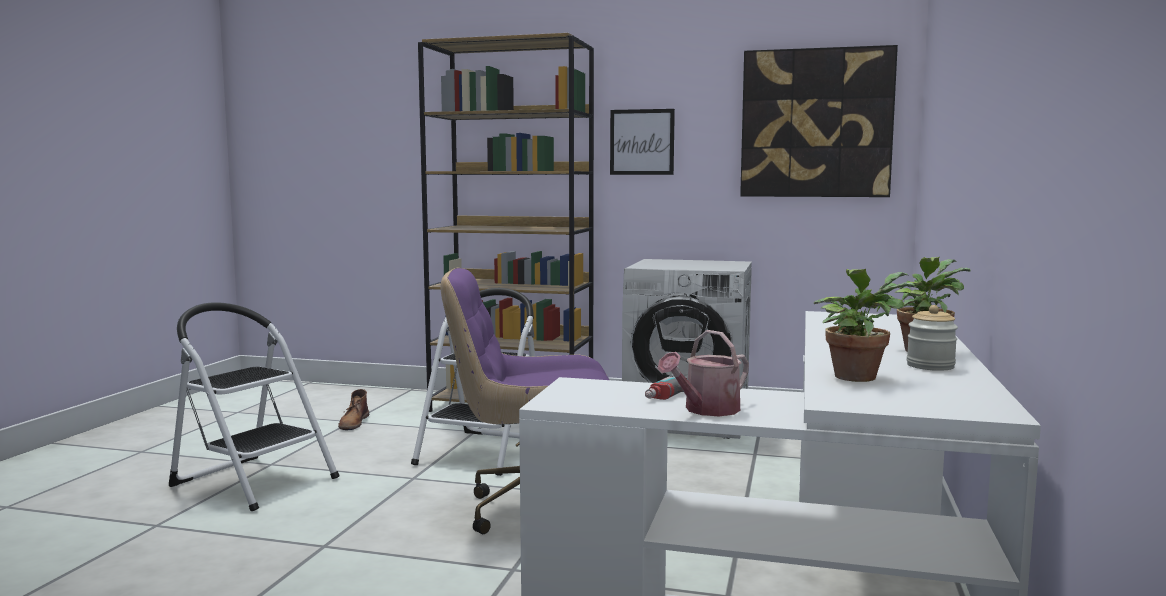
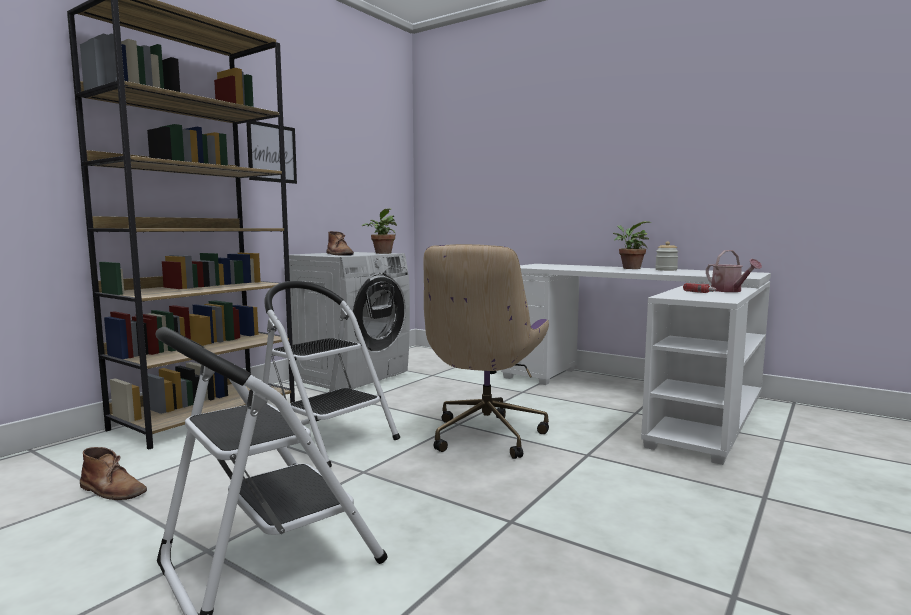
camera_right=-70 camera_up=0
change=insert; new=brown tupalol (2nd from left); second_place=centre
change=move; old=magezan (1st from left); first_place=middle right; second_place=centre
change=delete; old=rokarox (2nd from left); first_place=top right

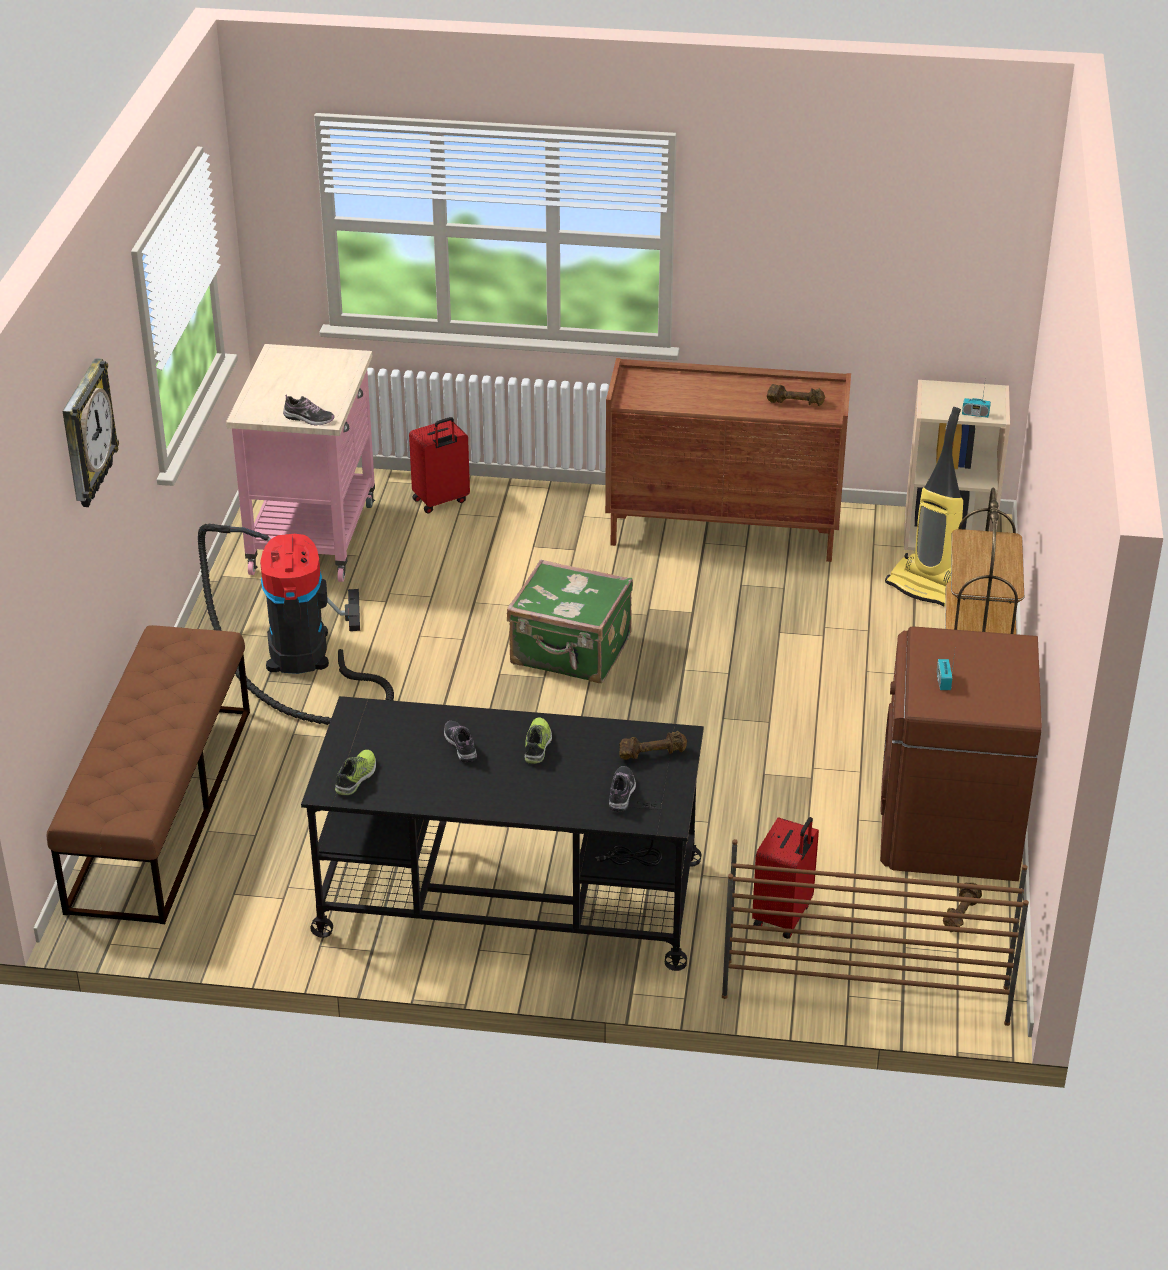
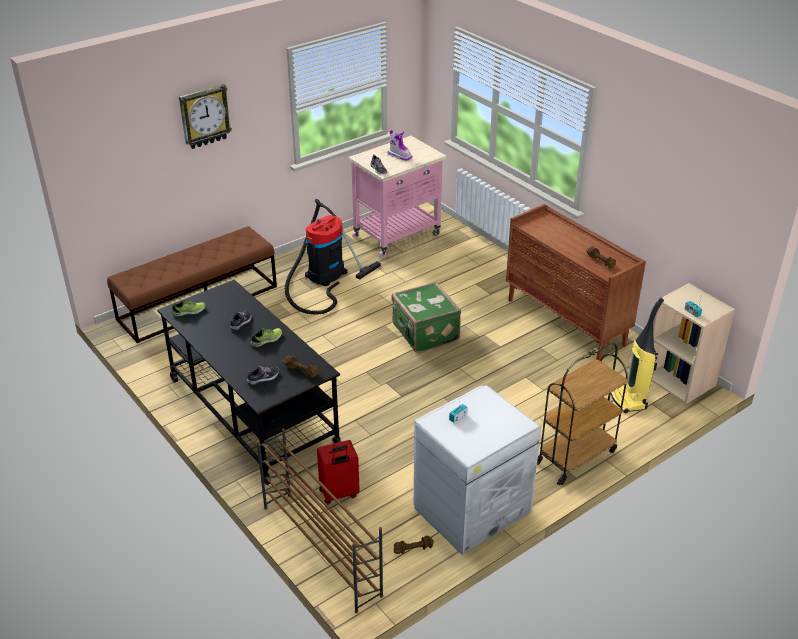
camera_right=45 camera_up=0
change=insert; new=tupalol; second_place=top centre
change=recolor; old=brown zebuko; new=white zebuko; first_place=middle right; second_place=bottom centre
change=delete; old=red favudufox (1st from left); first_place=centre

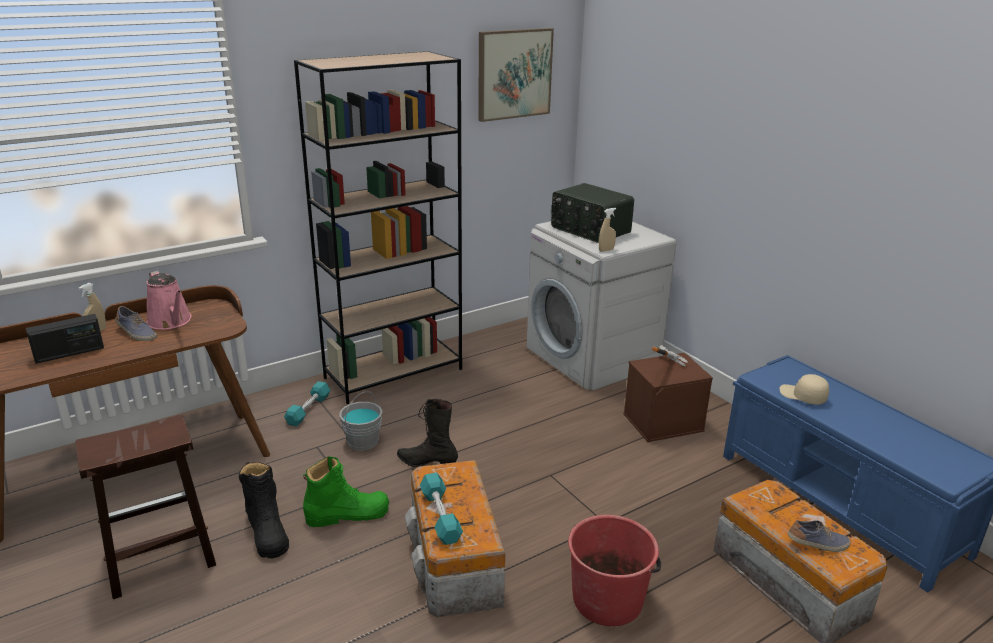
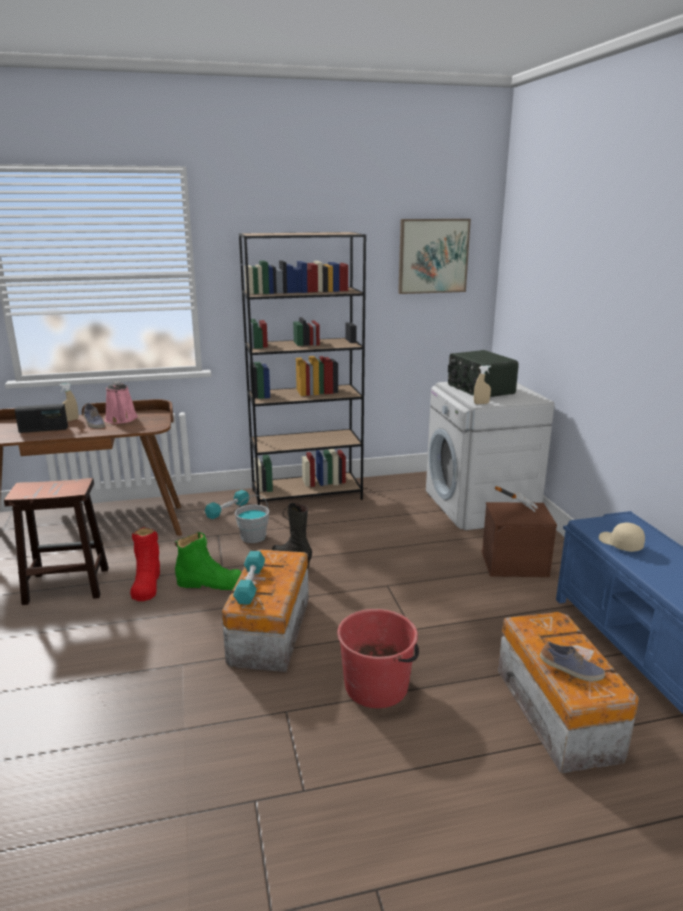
camera_right=20 camera_up=-5
change=recolor; old=black tupalol (1st from left); new=red tupalol; first_place=bottom left; second_place=middle left

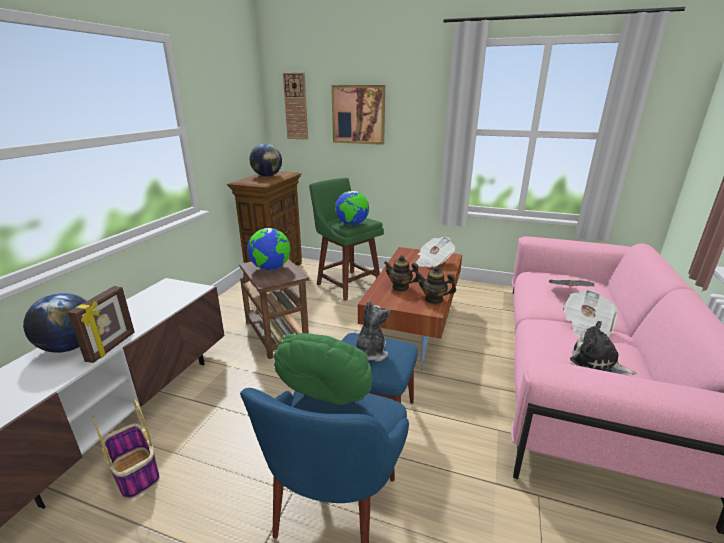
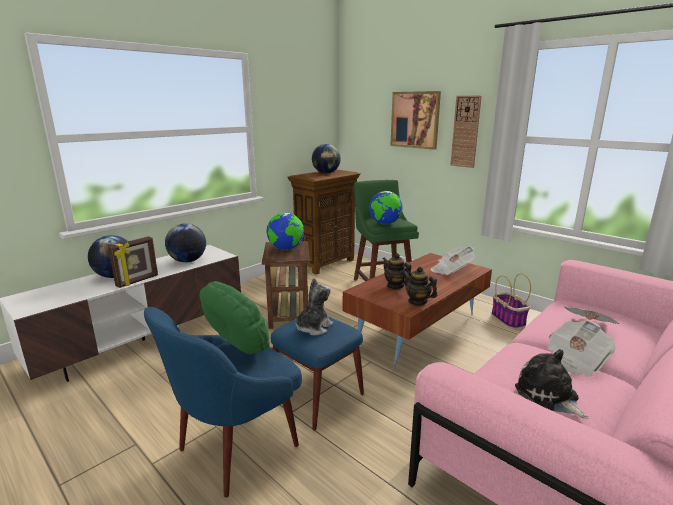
camera_right=25 camera_up=-5
change=insert; new=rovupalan (2nd from left); second_place=middle left
change=move; old=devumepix; first_place=top centre; second_place=top right
change=move; old=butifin; first_place=bottom left; second_place=middle right

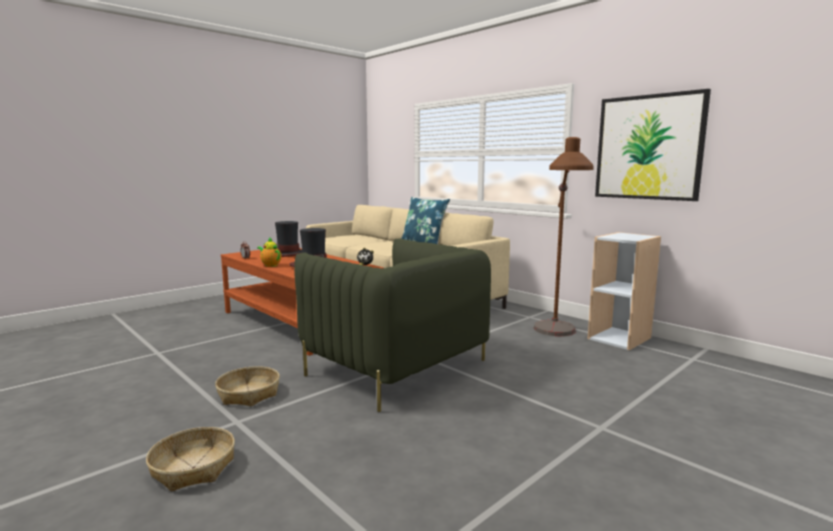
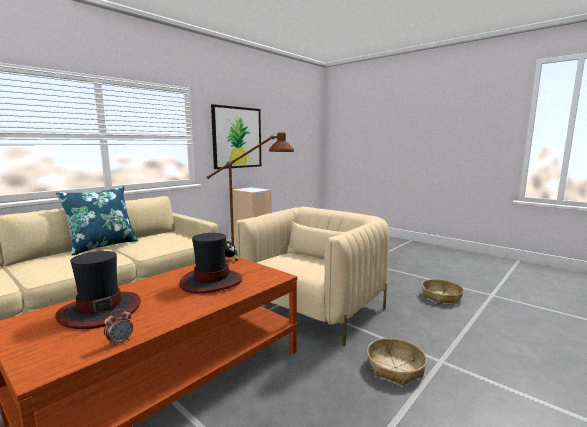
camera_right=-95 camera_up=0
change=recolor; old=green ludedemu; new=beige ludedemu; first_place=centre; second_place=centre
change=move; old=butifin (1st from left in the first image); new=butifin (2nd from left); first_place=bottom left; second_place=bottom right
change=delete; old=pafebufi; first_place=middle left

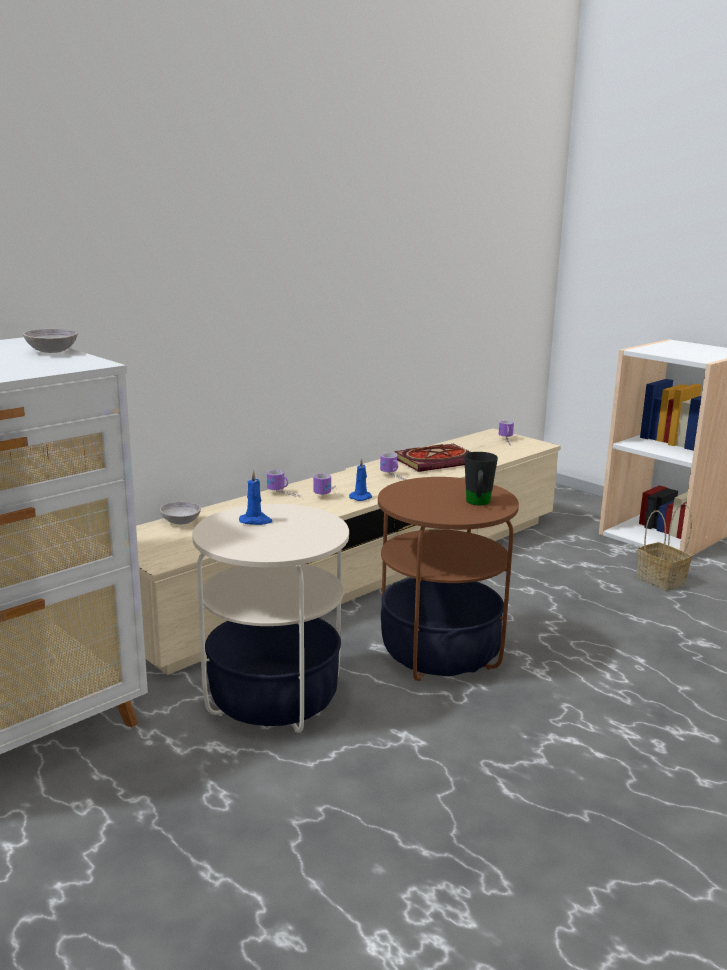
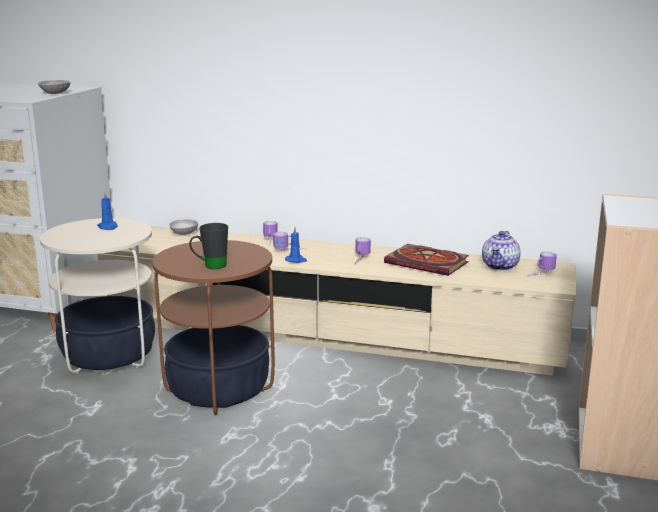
camera_right=60 camera_up=0
change=insert; new=pafebufi; second_place=middle right
change=delete; old=butifin; first_place=middle right

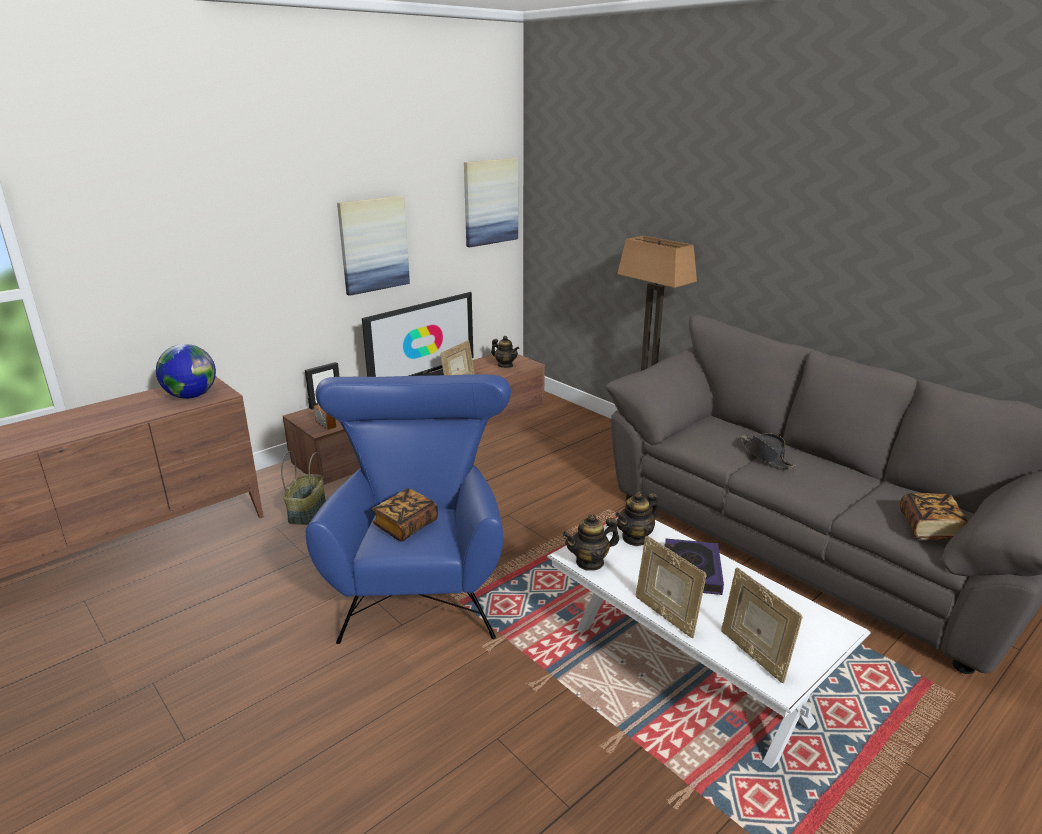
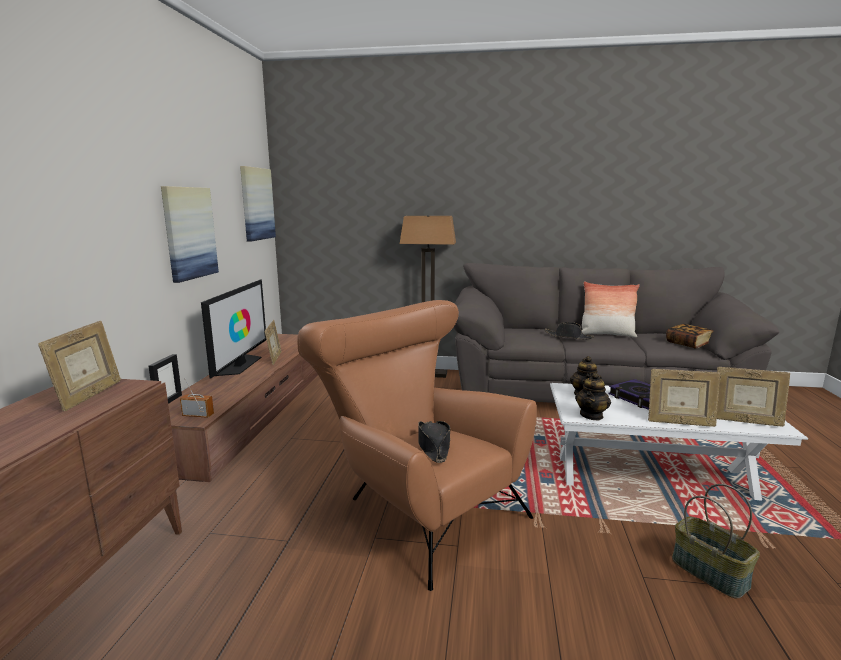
camera_right=-40 camera_up=-10
change=replace; old=rovupalan; new=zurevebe (1st from left); first_place=middle left; second_place=middle left
change=recolor; old=blue ludedemu; new=brown ludedemu; first_place=centre; second_place=bottom centre
change=replace; old=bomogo (1st from left); new=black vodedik (1st from left); first_place=centre; second_place=bottom centre
change=insert; new=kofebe; second_place=middle right
change=move; old=butifin; first_place=middle left; second_place=bottom right
change=delete; old=pafebufi (1st from left); first_place=centre

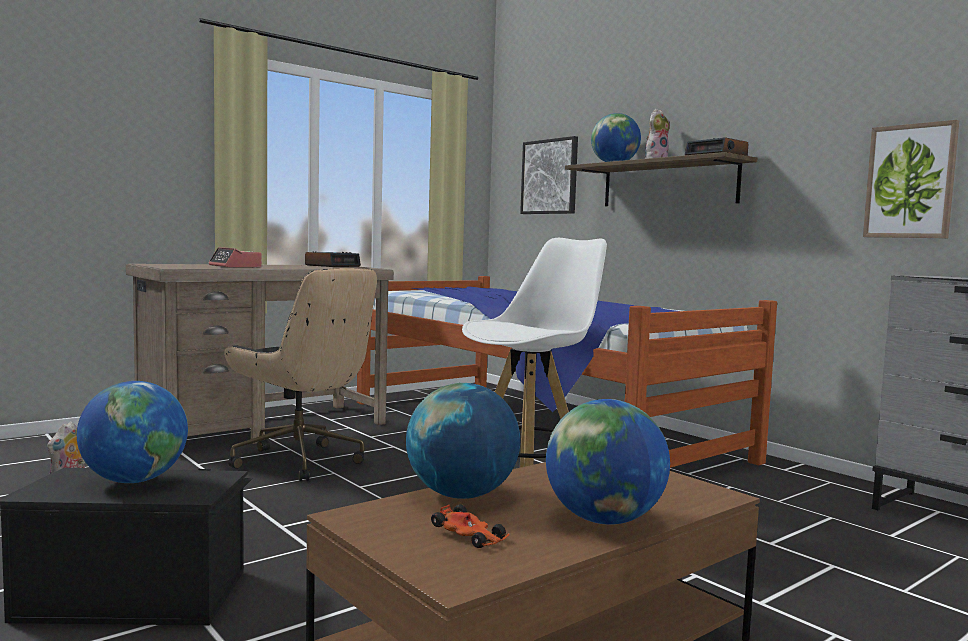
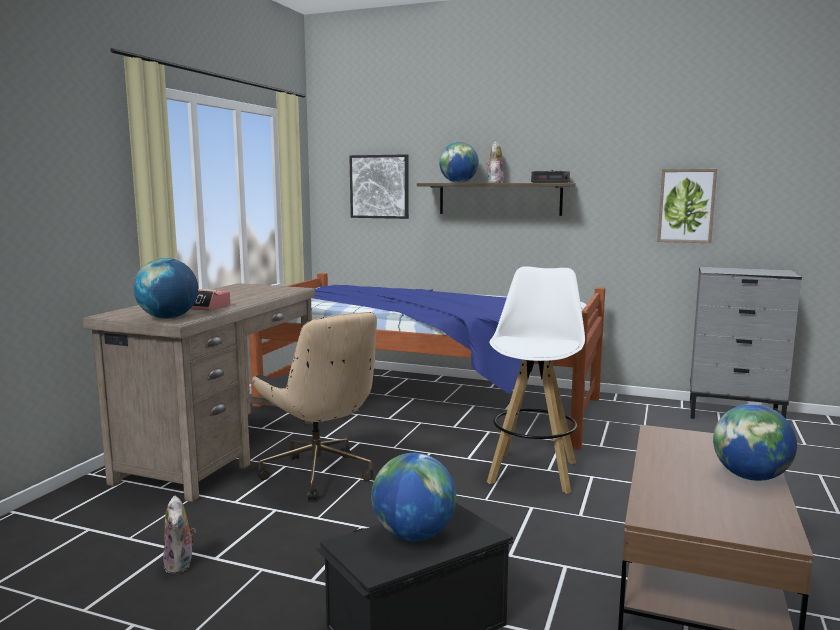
camera_right=-30 camera_up=5
change=move; old=rovupalan (2nd from left in the first image); new=rovupalan (1st from left); first_place=bottom centre; second_place=middle left
change=rotate; old=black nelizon; first_place=middle left; second_place=centre; degrees=45
change=delete; old=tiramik (2nd from left); first_place=centre
change=delete; old=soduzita; first_place=bottom centre

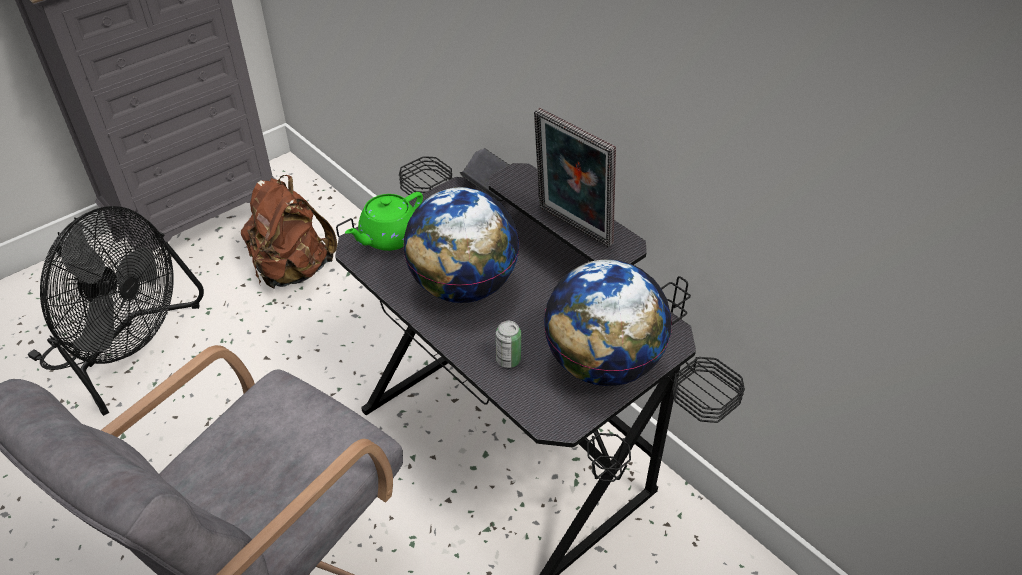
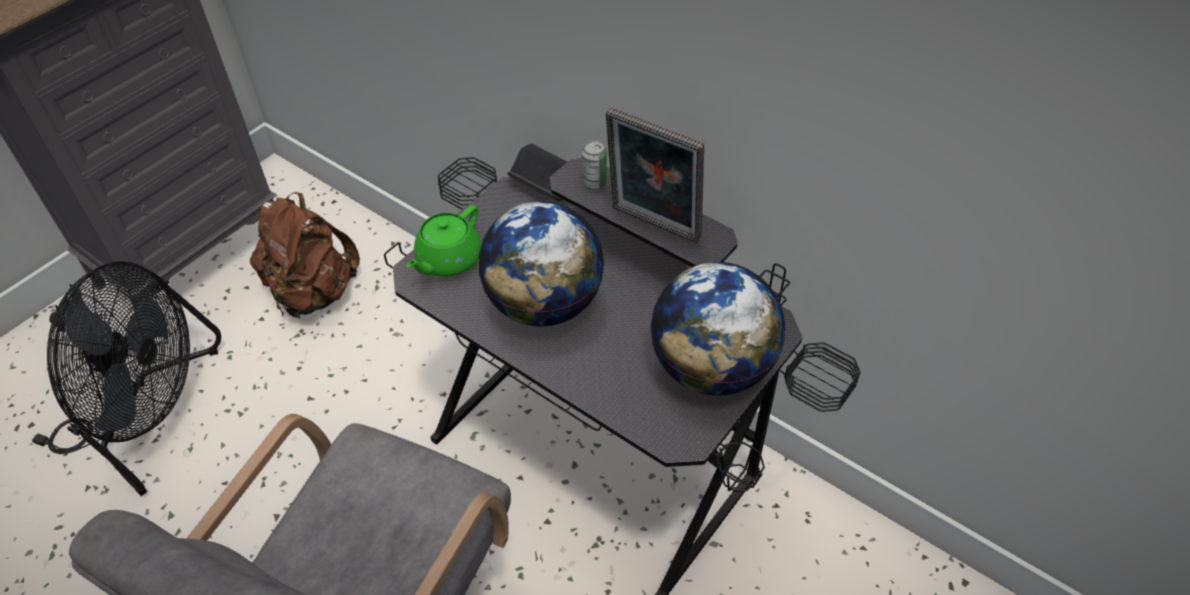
camera_right=-10 camera_up=5
change=move; old=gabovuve; first_place=centre; second_place=top centre

